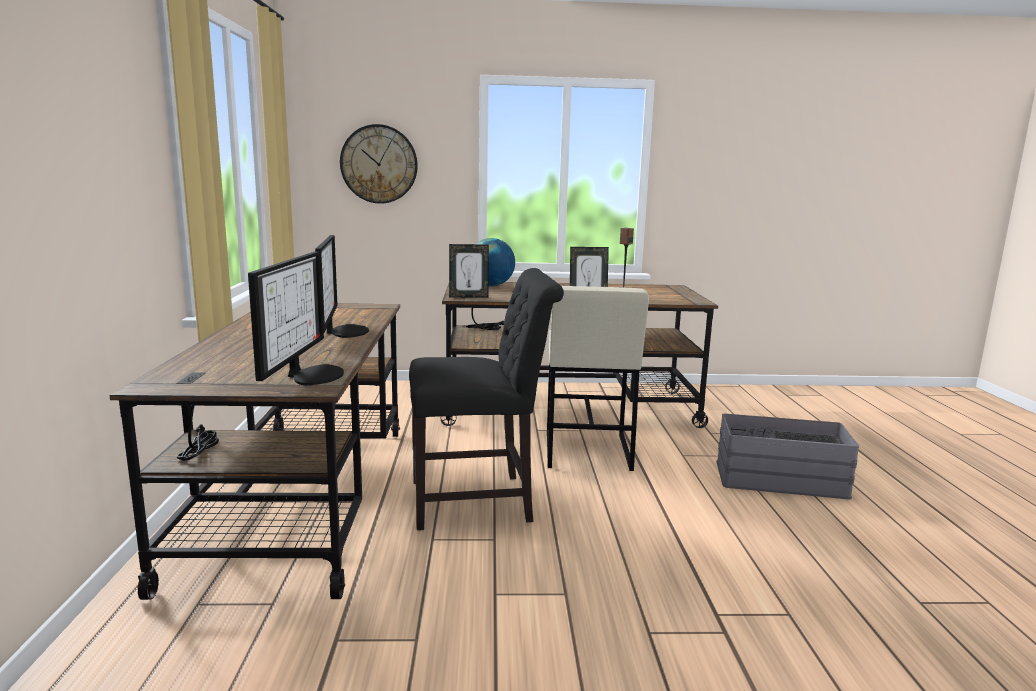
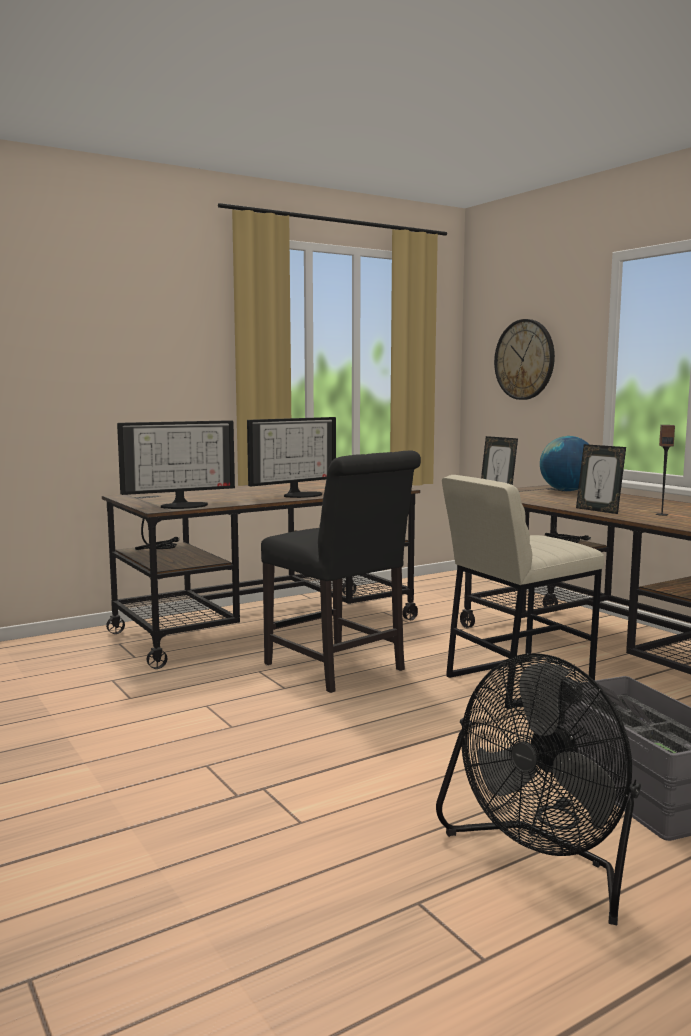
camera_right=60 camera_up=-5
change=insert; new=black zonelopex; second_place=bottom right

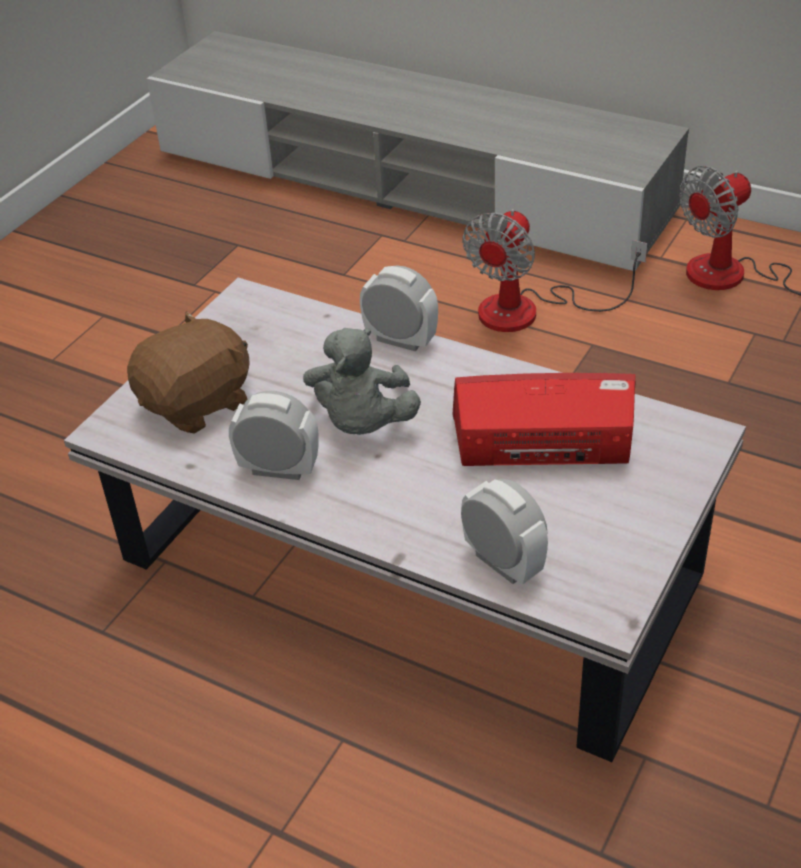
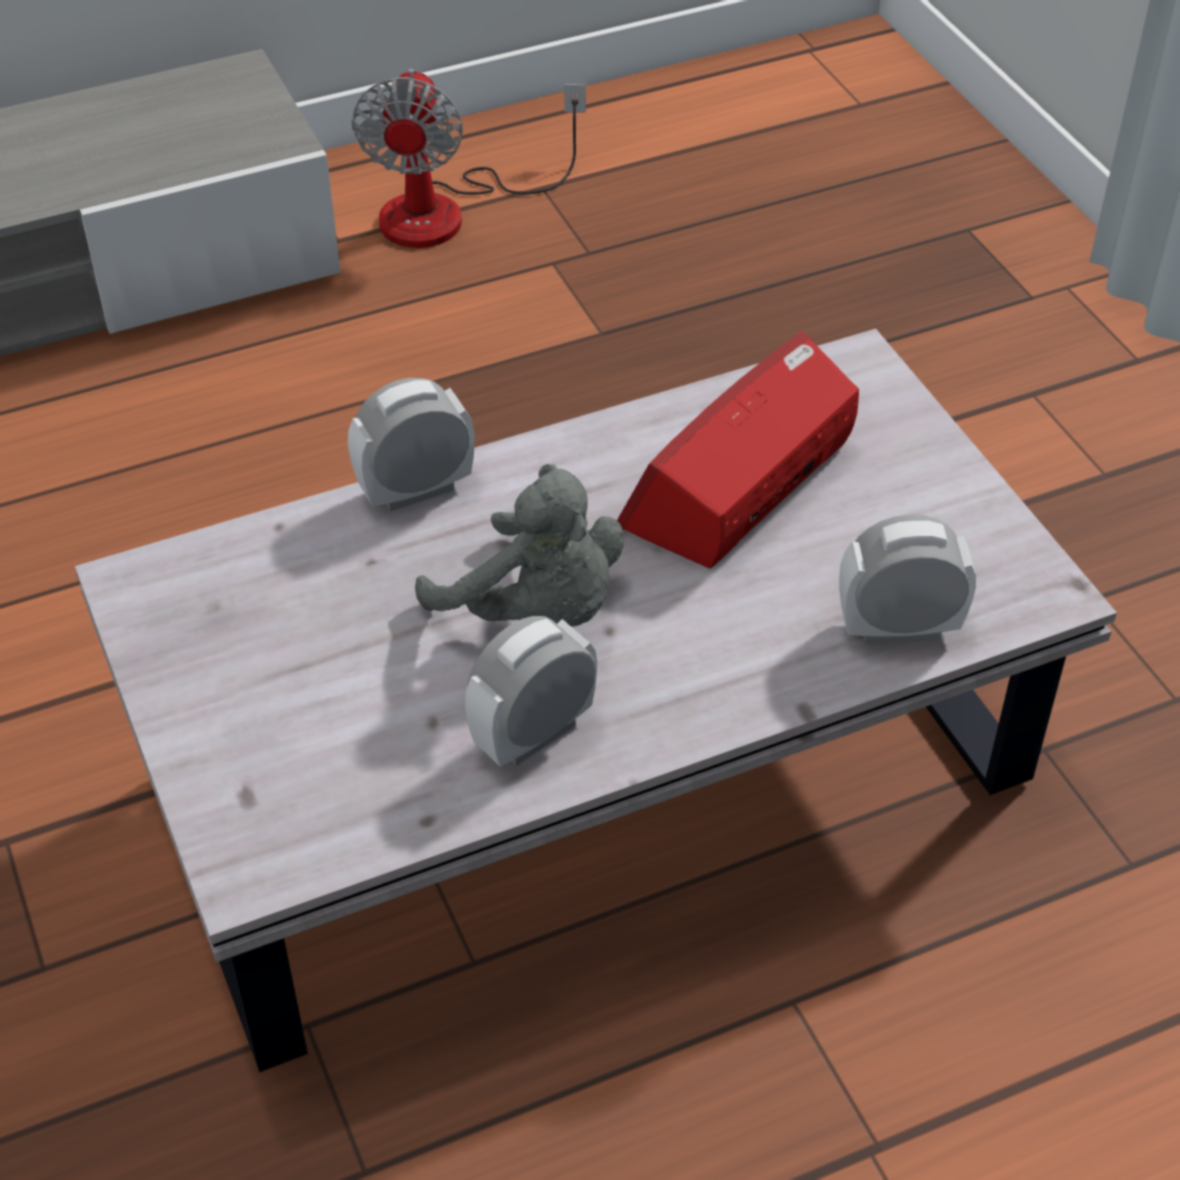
camera_right=-55 camera_up=5
change=delete; old=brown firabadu; first_place=middle left
change=delete; old=zonelopex (1st from left); first_place=top right

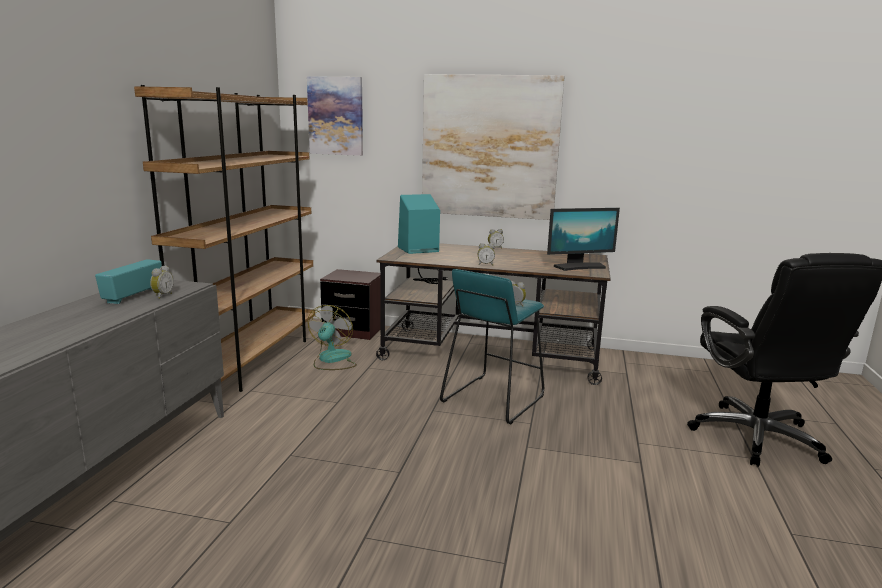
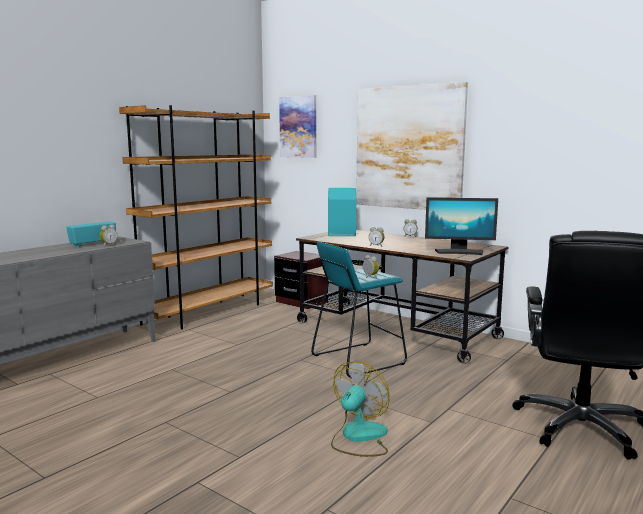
camera_right=25 camera_up=-5
change=move; old=zonelopex; first_place=centre; second_place=bottom centre

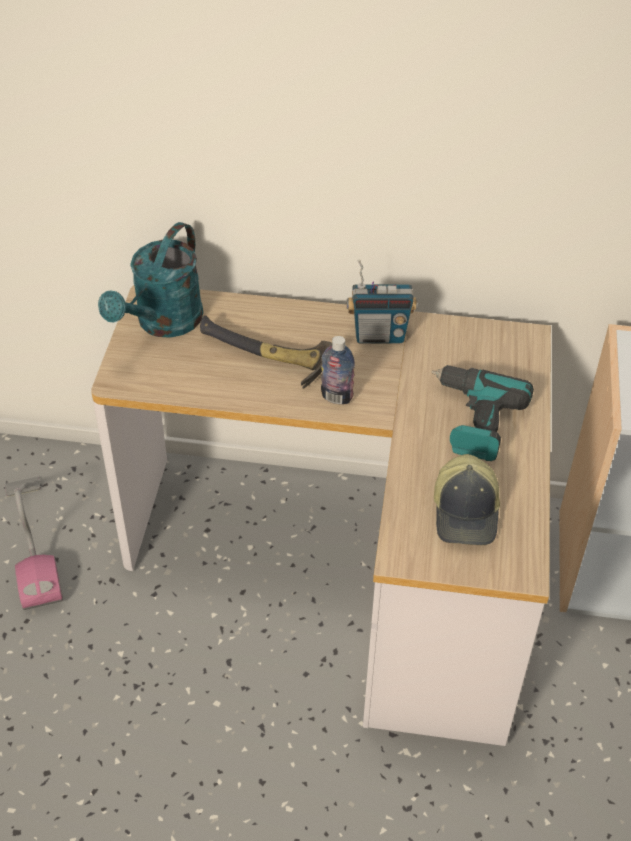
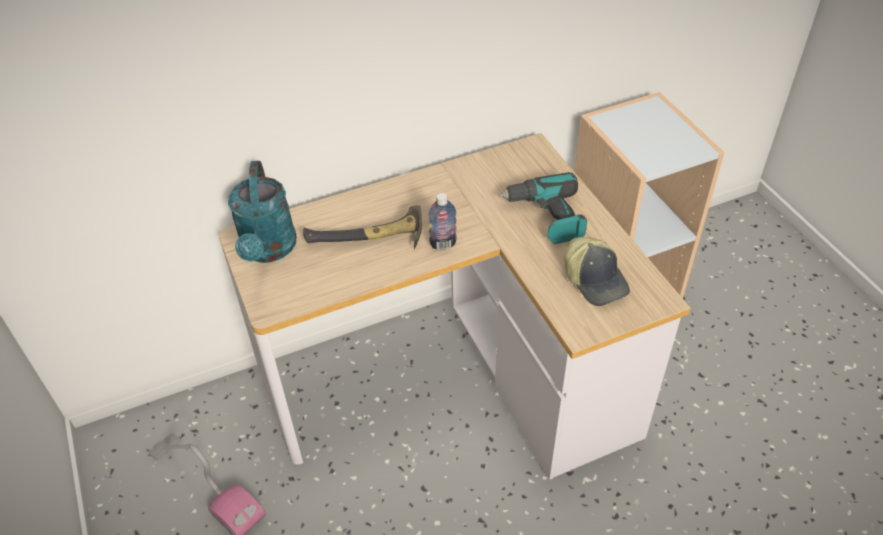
camera_right=-30 camera_up=0
change=delete; old=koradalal; first_place=centre

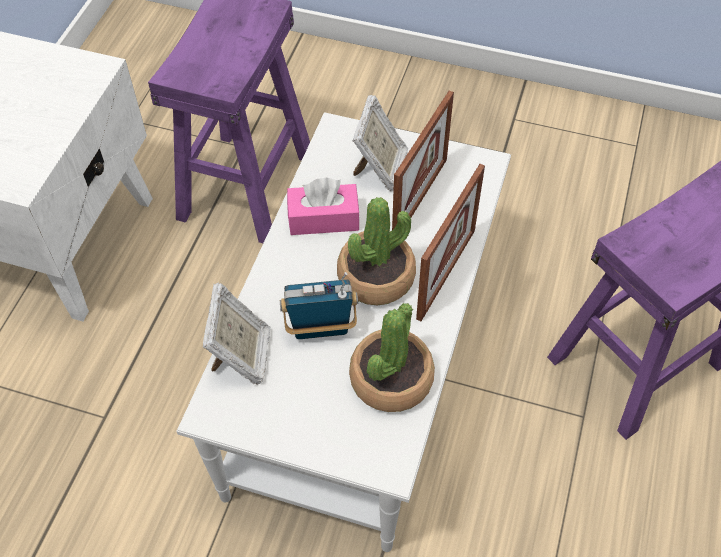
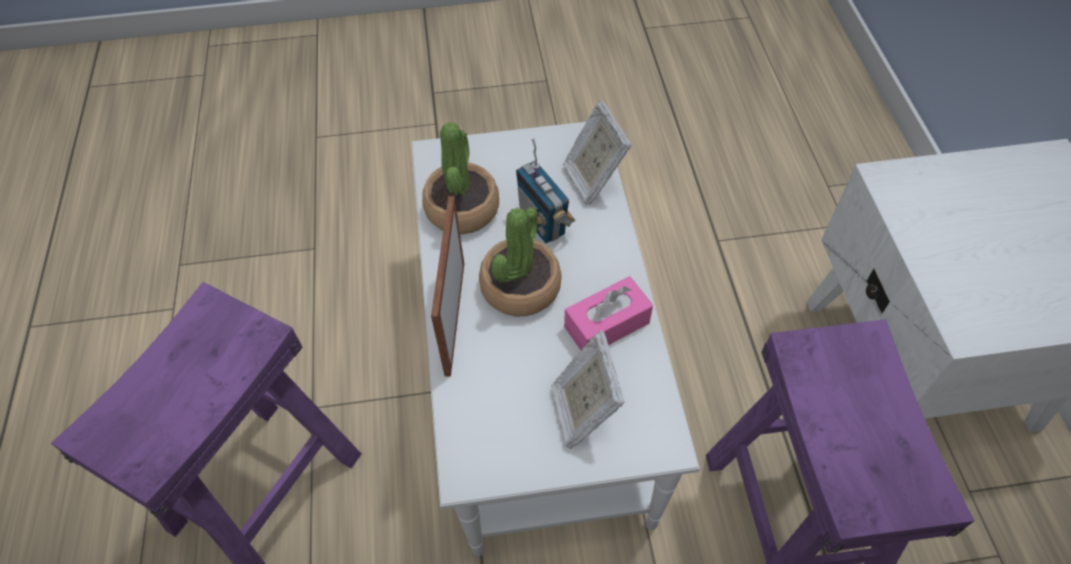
camera_right=155 camera_up=0
change=rotate; old=koradalal; first_place=centre; second_place=centre; degrees=90
change=delete; old=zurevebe (3rd from left); first_place=top centre

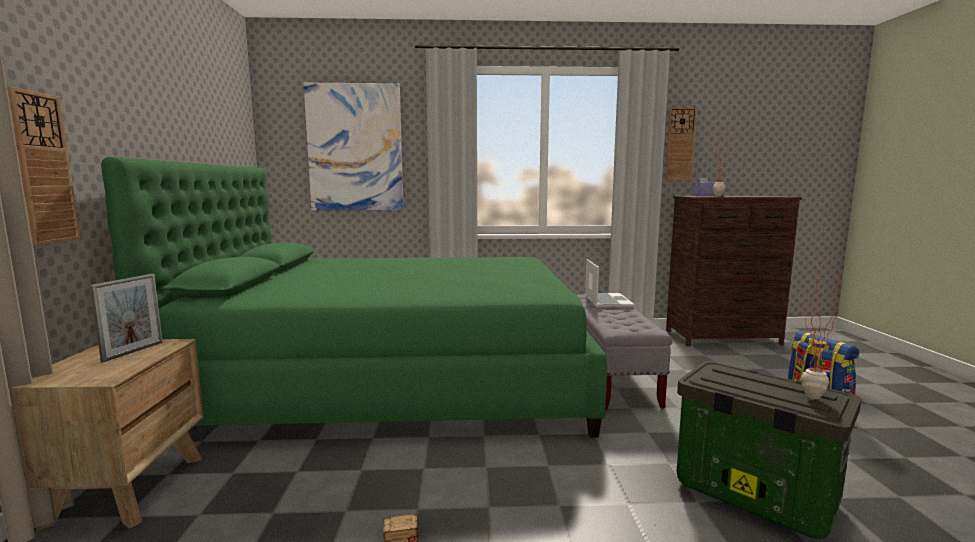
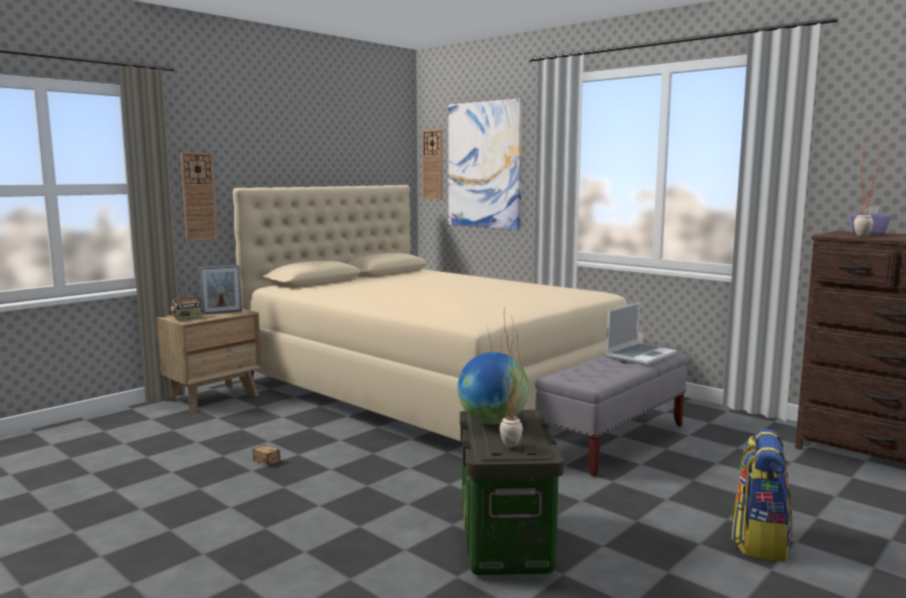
camera_right=45 camera_up=0
change=insert; new=koradalal; second_place=middle left
change=recolor; old=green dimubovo; new=beige dimubovo; first_place=centre; second_place=centre
change=move; old=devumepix (2nd from left); first_place=top right; second_place=top centre
change=insert; new=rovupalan; second_place=centre

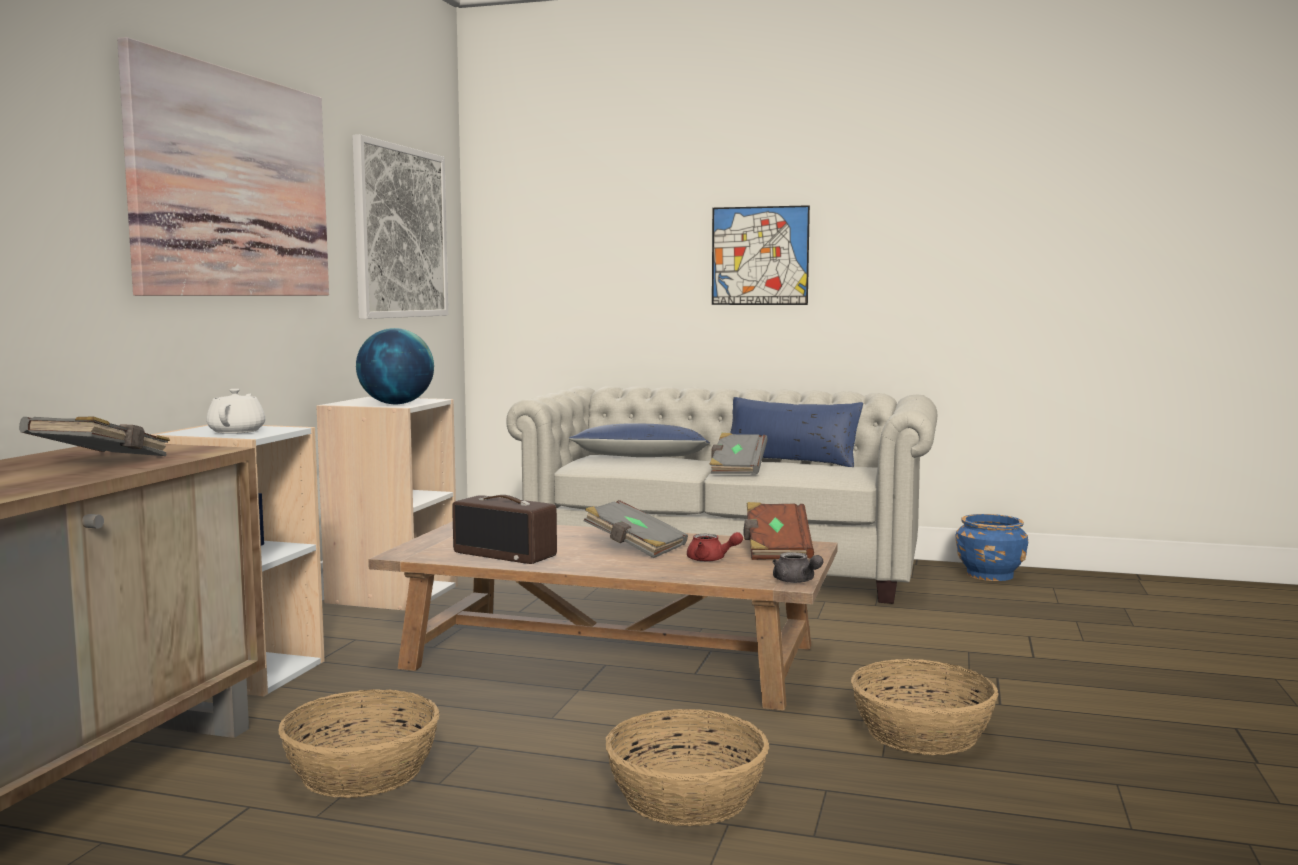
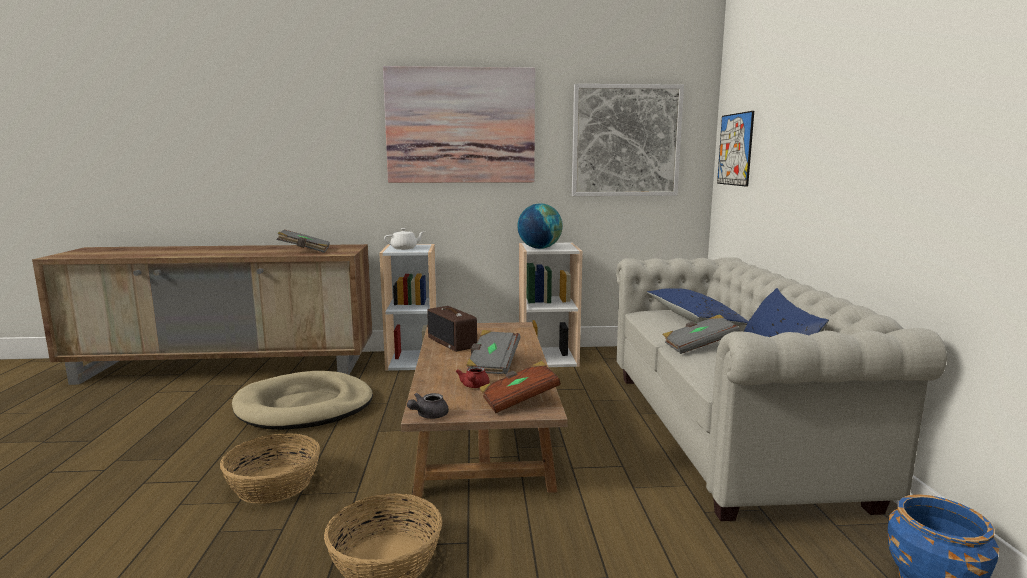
camera_right=70 camera_up=5
change=replace; old=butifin (1st from left); new=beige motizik; first_place=bottom left; second_place=bottom left
change=rotate; old=koradalal; first_place=centre; second_place=centre; degrees=-45
change=move; old=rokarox (3rd from left); first_place=top centre; second_place=top right

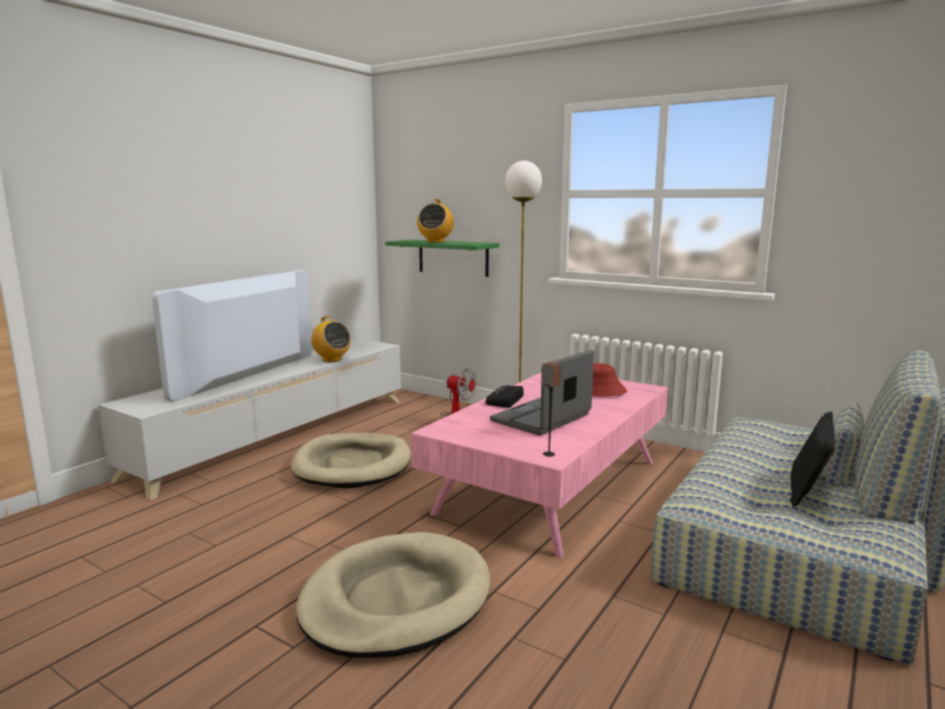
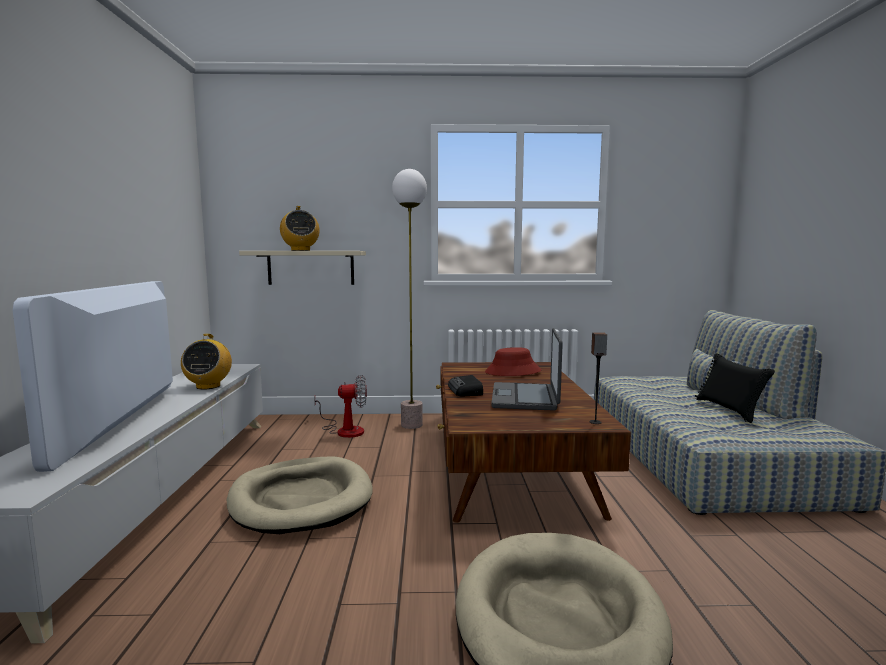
camera_right=-35 camera_up=-5
change=rotate; old=koradalal (1st from left); first_place=centre; second_place=middle left; degrees=75
change=recolor; old=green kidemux; new=beige kidemux; first_place=centre; second_place=centre
change=recolor; old=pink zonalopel; new=brown zonalopel; first_place=centre; second_place=centre

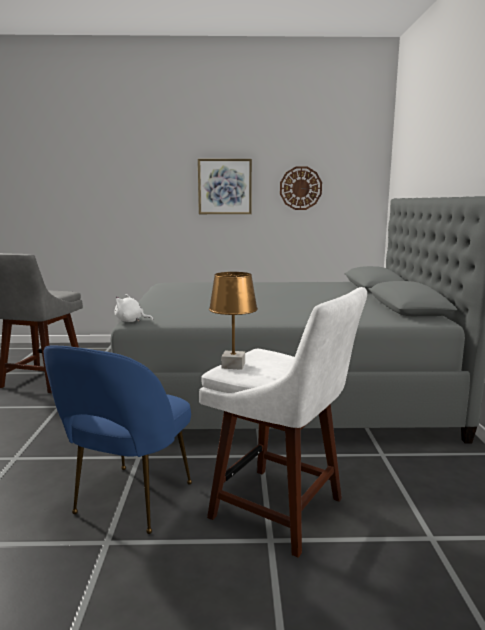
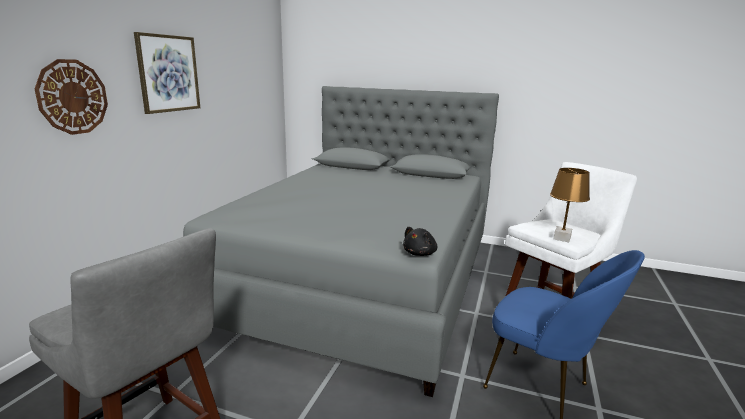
camera_right=-70 camera_up=5
change=move; old=devumepix; first_place=top centre; second_place=top left
change=recolor; old=white firabadu; new=black firabadu; first_place=middle left; second_place=centre

